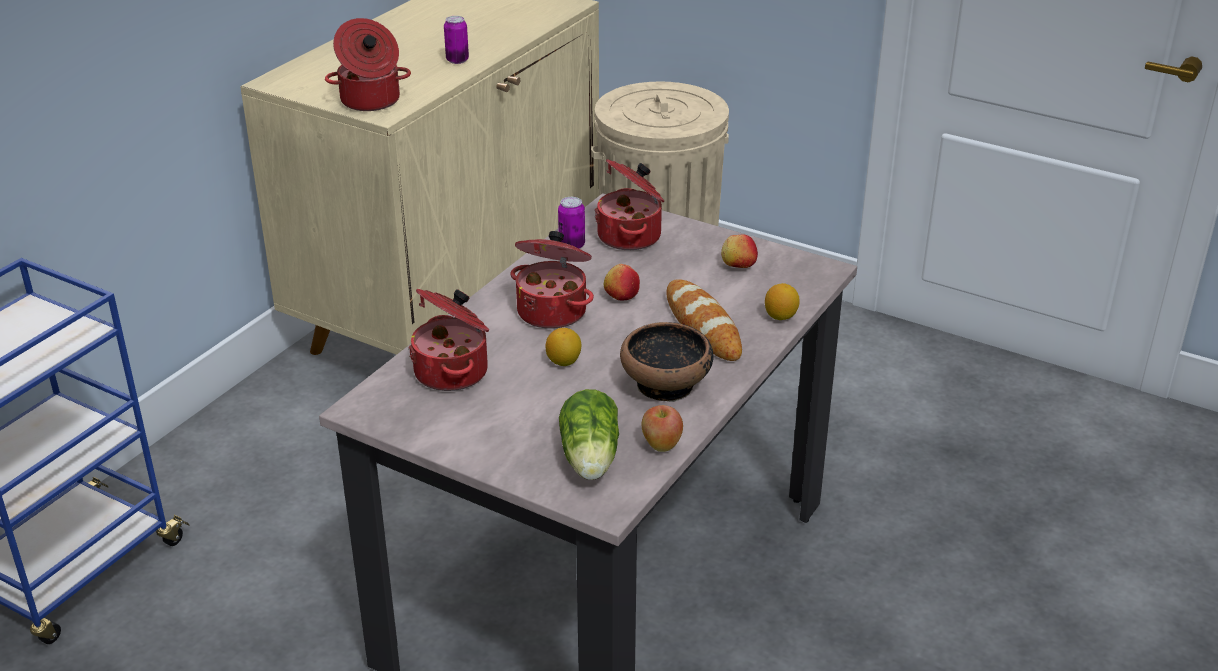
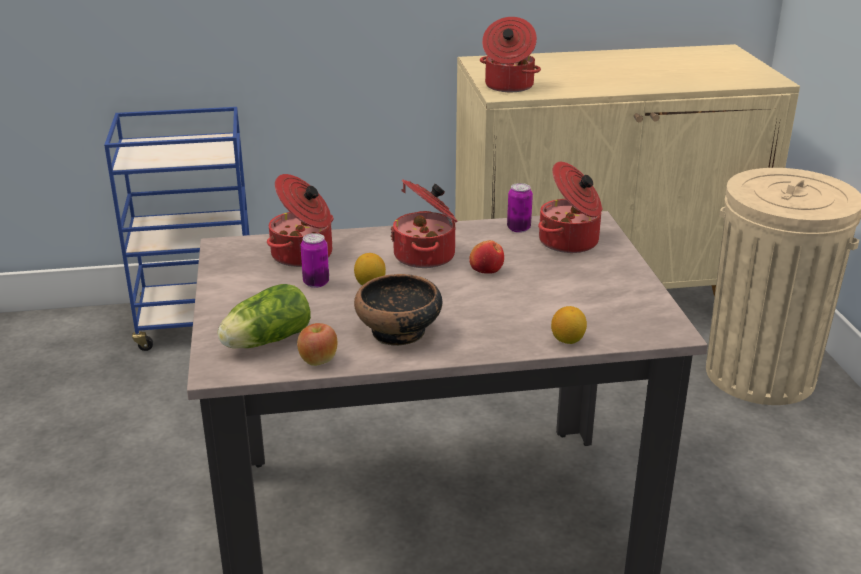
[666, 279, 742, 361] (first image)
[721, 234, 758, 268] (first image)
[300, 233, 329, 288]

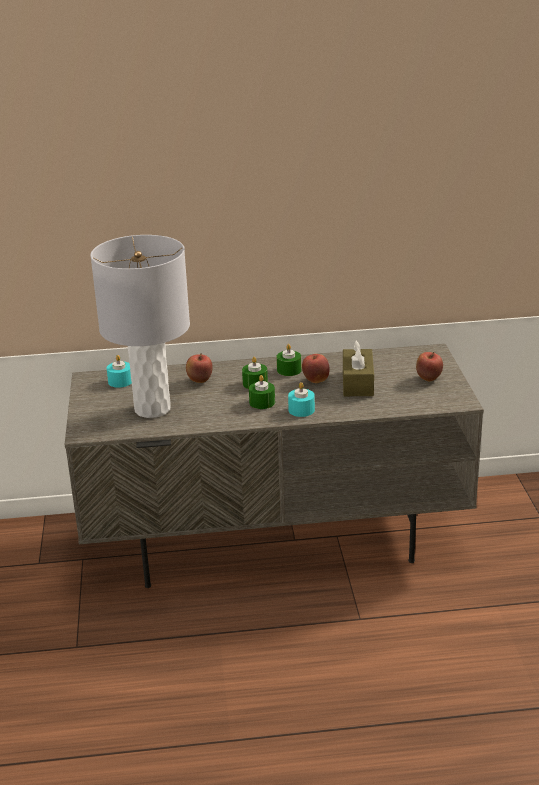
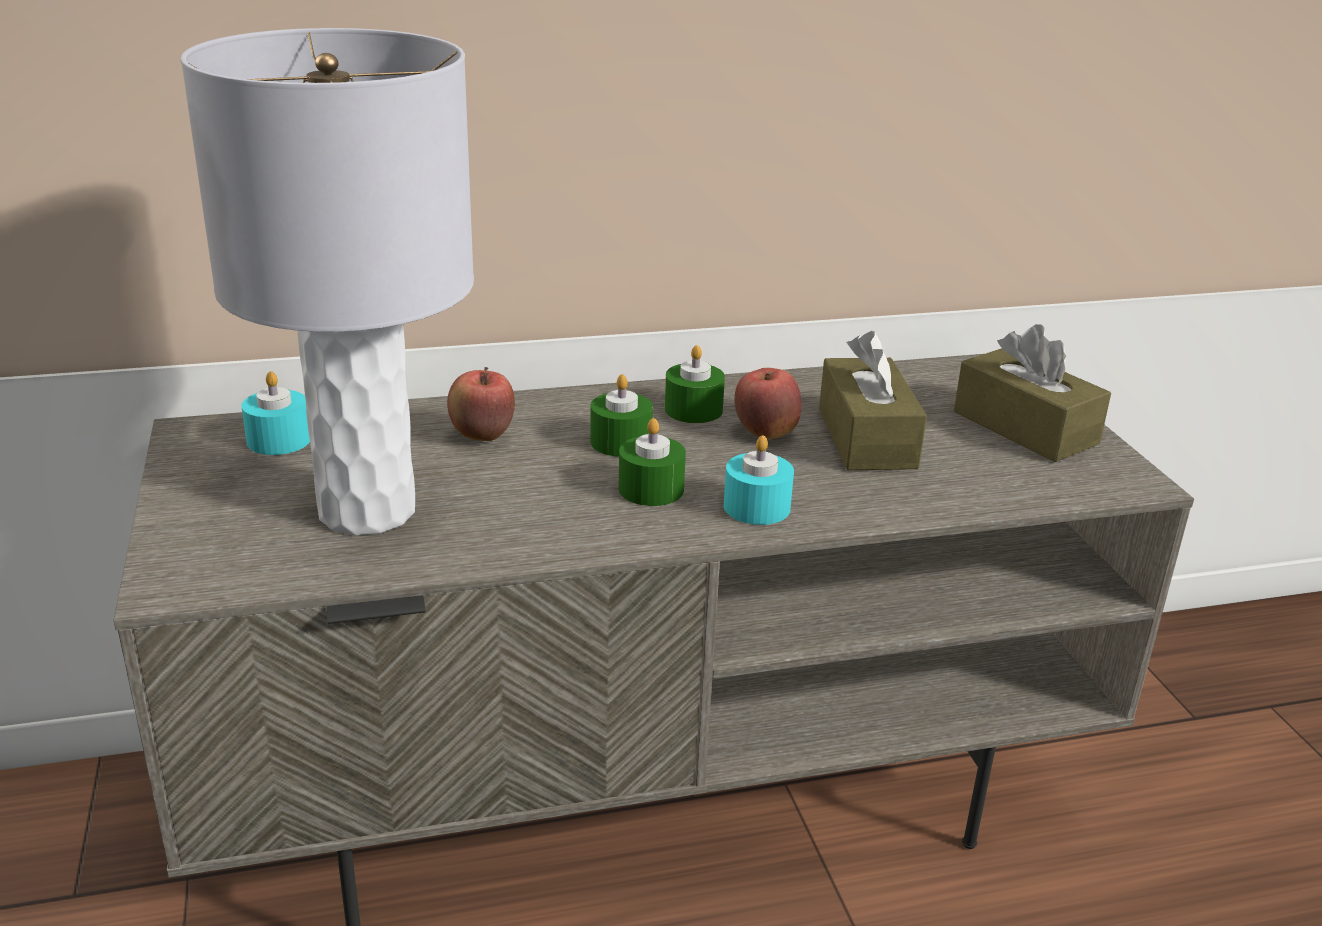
[954, 324, 1111, 462]

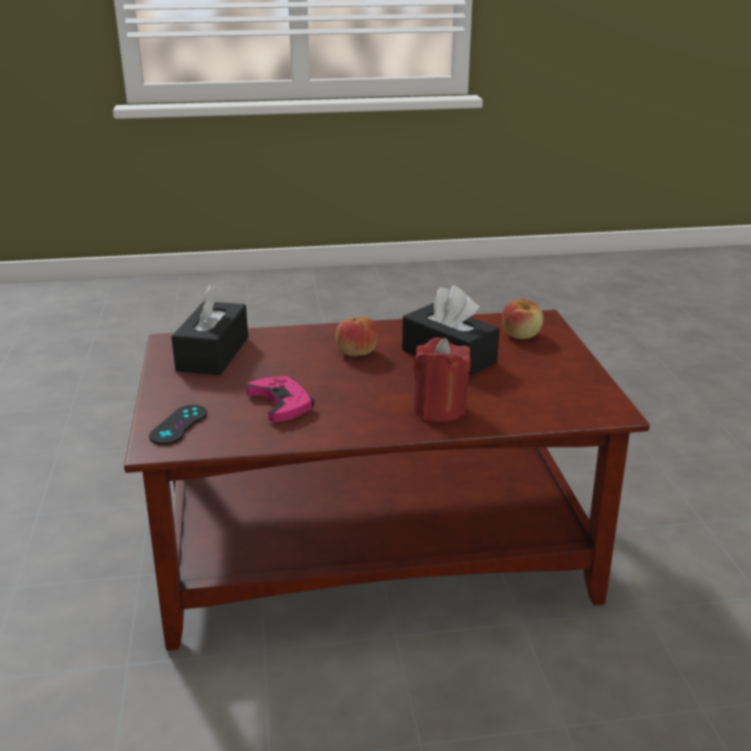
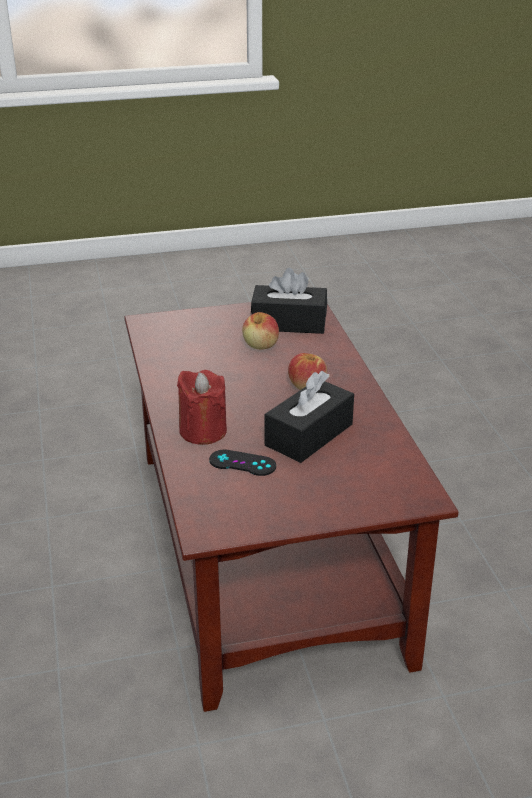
[246, 376, 314, 422] (first image)
[209, 449, 276, 476]
[242, 312, 279, 349]

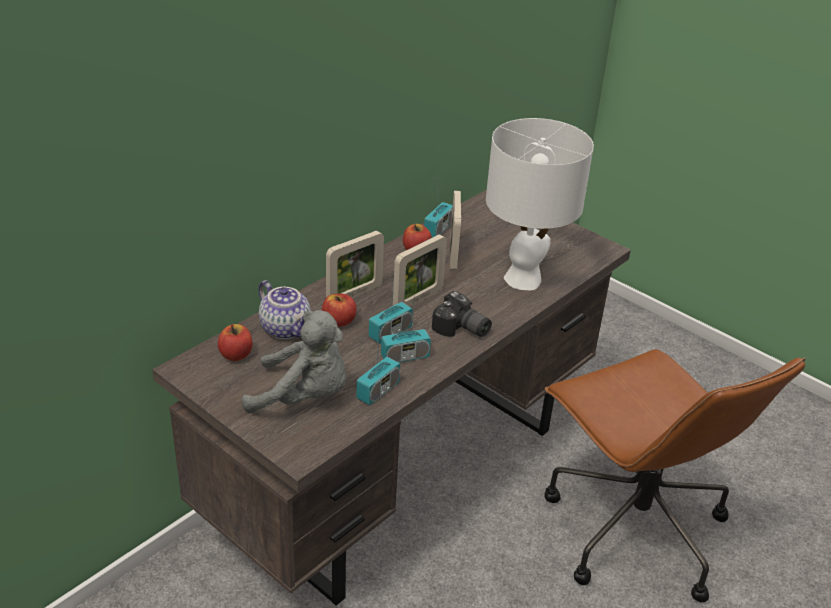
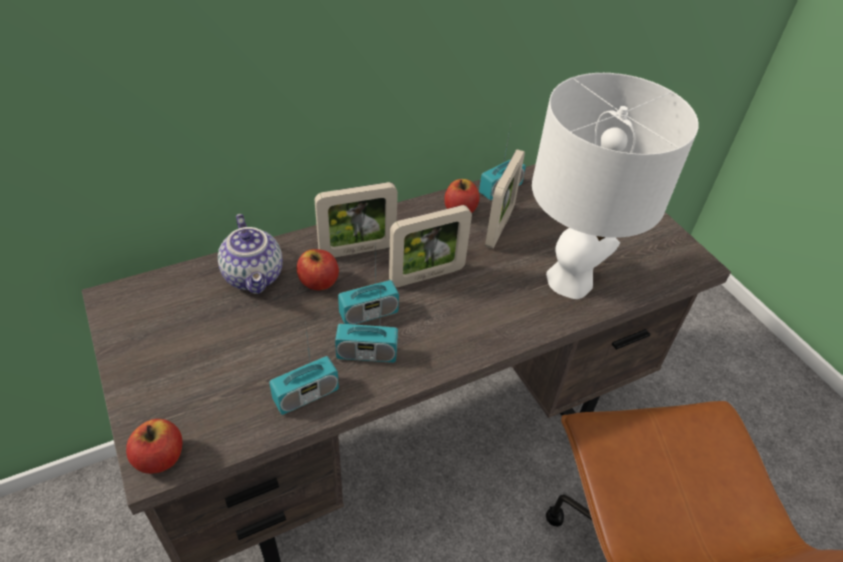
[242, 310, 346, 413] (first image)
[432, 291, 492, 337] (first image)
[126, 419, 183, 474]

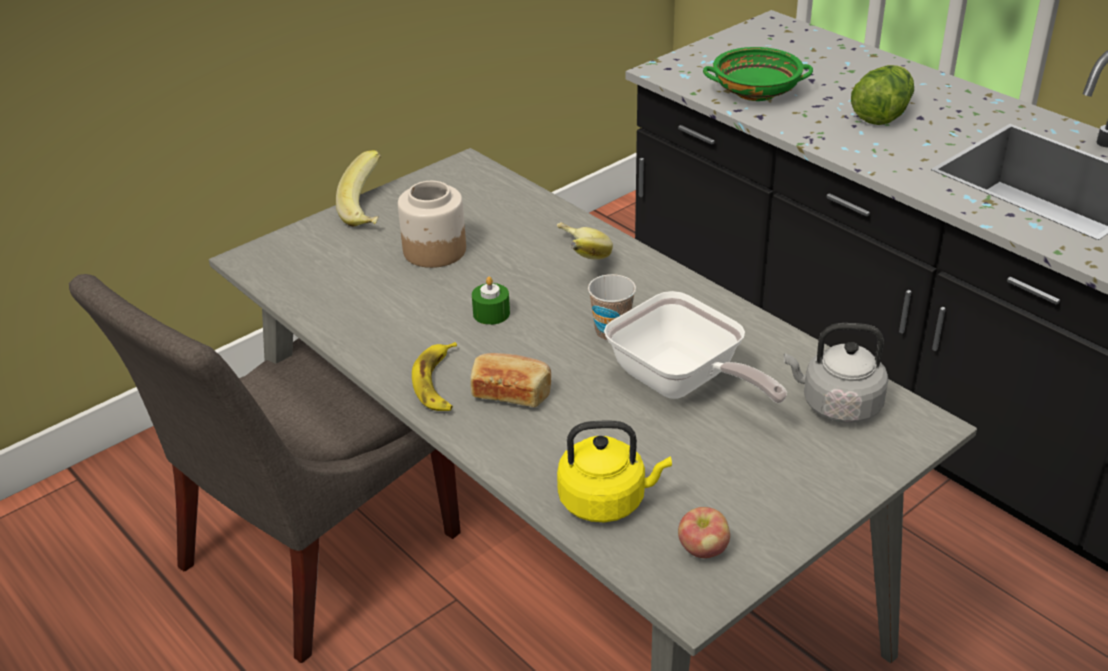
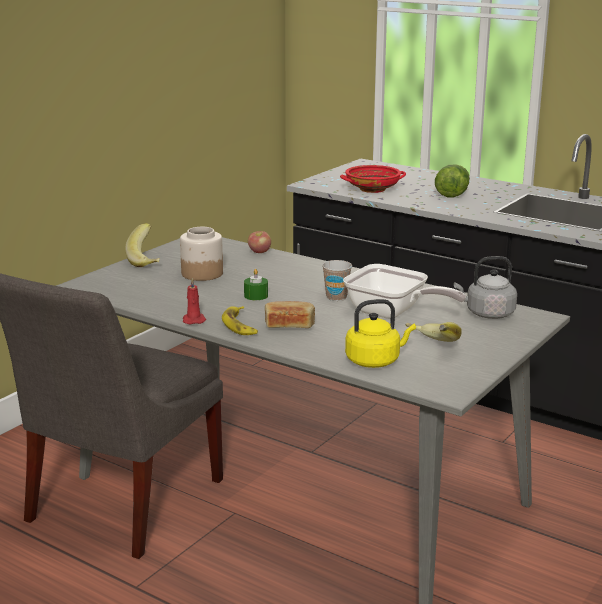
[183, 278, 206, 324]
[406, 322, 462, 342]
[248, 231, 271, 253]
[340, 165, 406, 193]

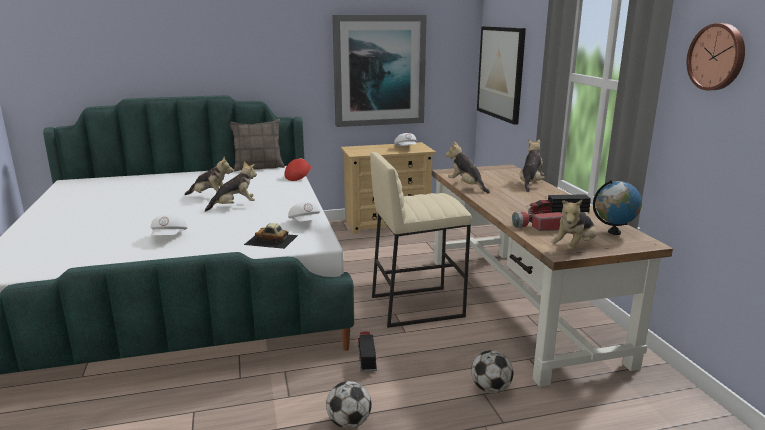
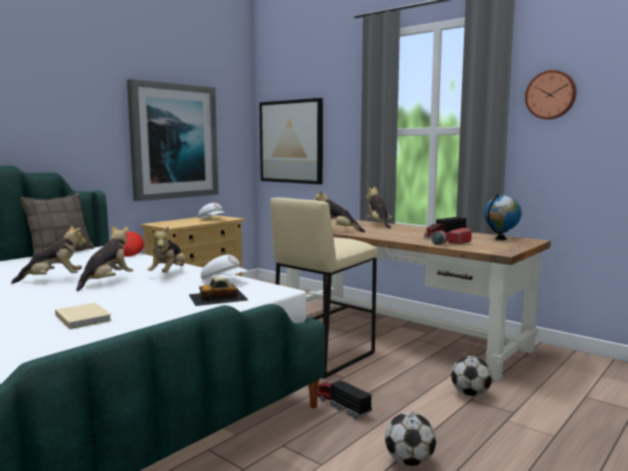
[148, 226, 186, 273]
[55, 303, 112, 329]

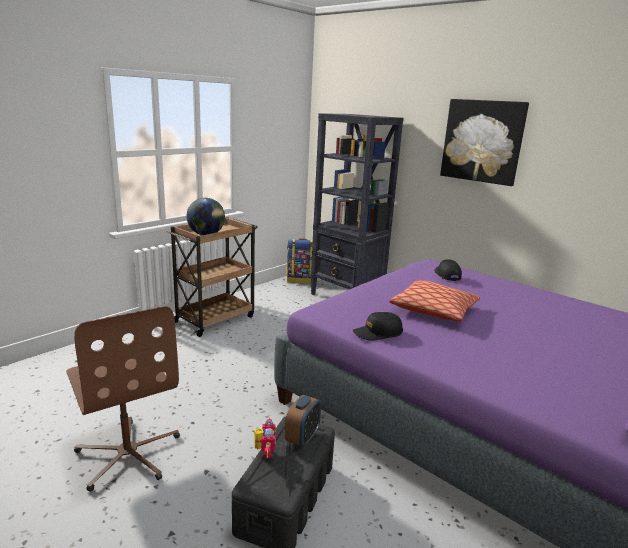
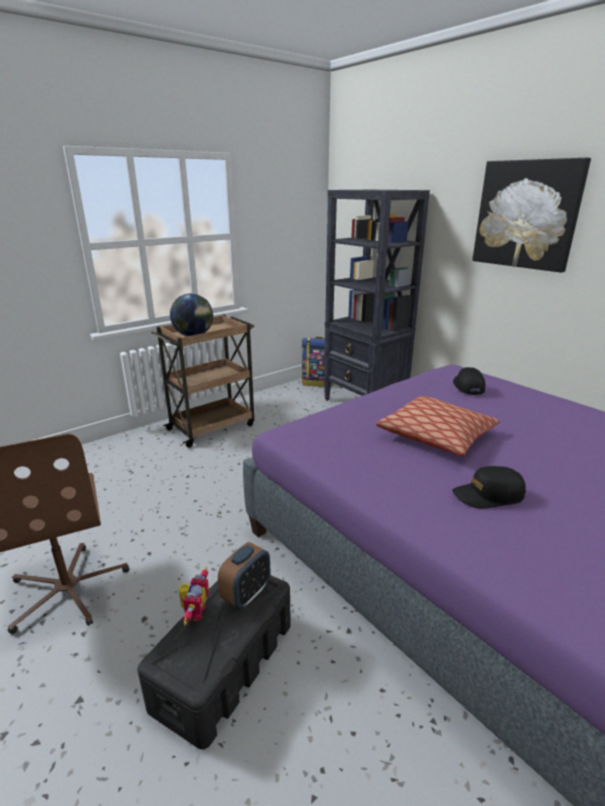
[452, 466, 526, 508]

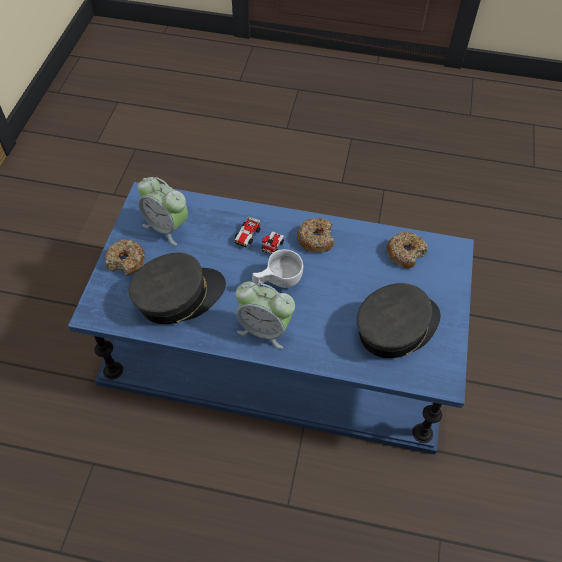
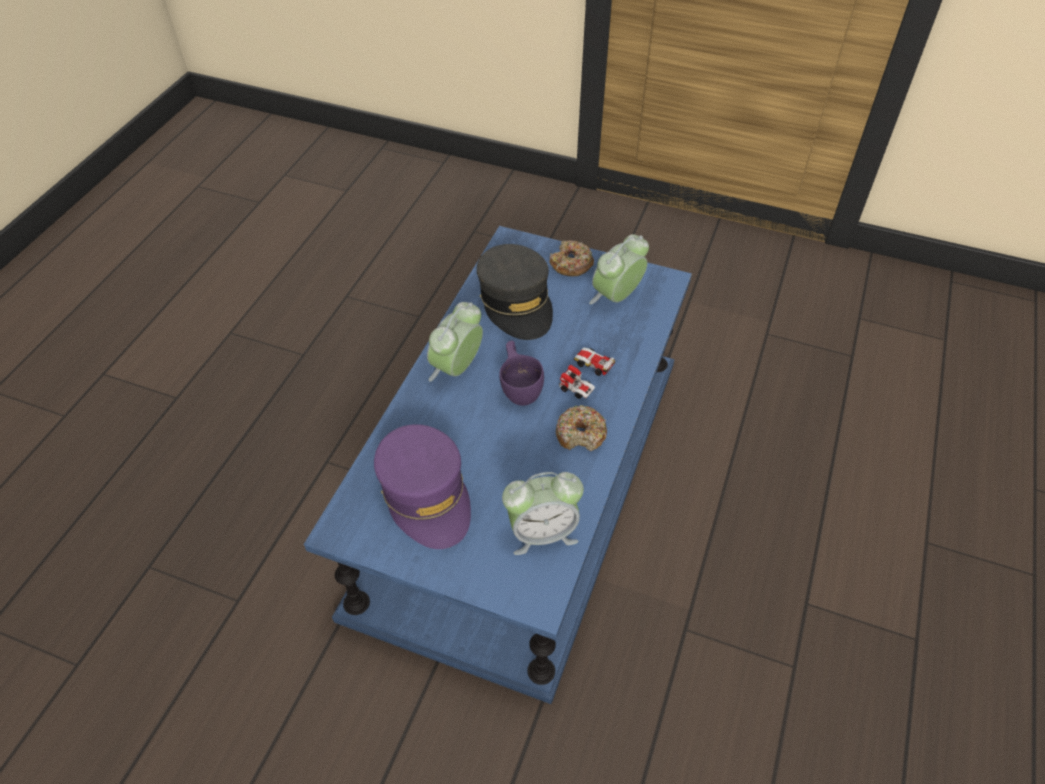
[502, 472, 584, 555]
[499, 340, 544, 406]
[374, 424, 471, 549]

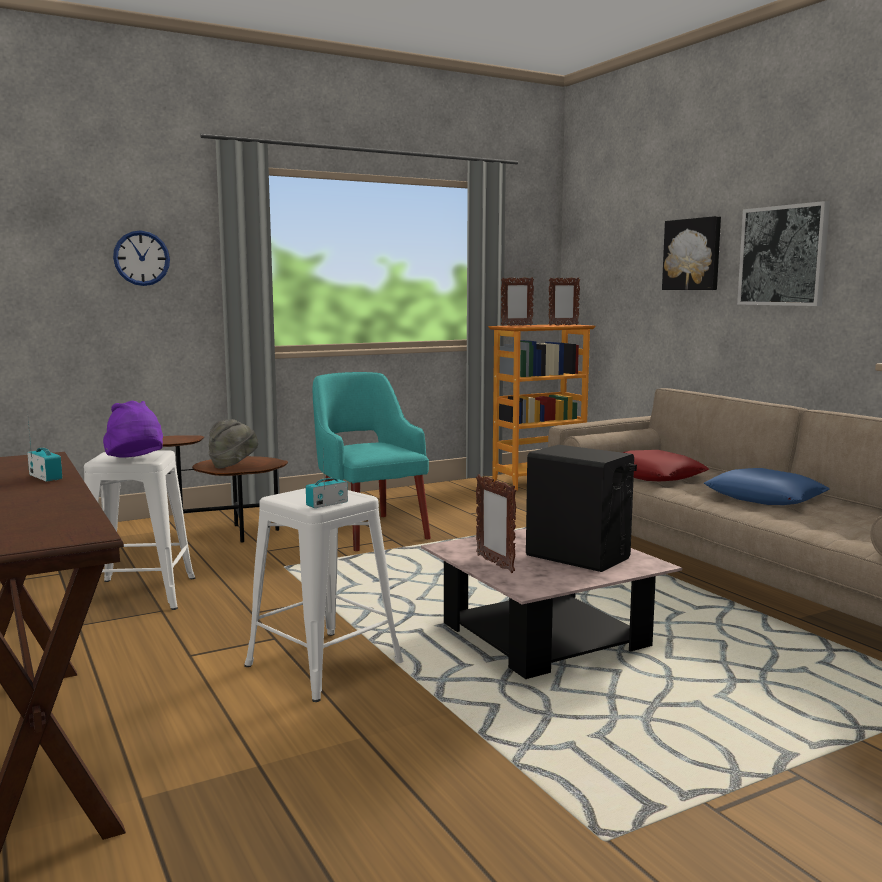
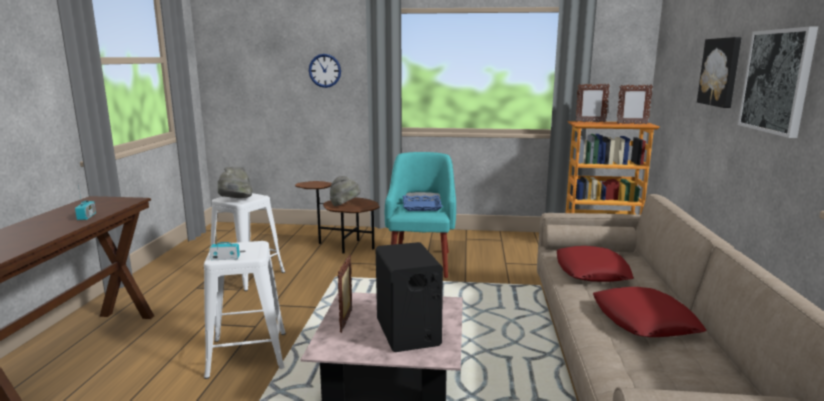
[403, 195, 443, 211]
[218, 167, 253, 198]
[593, 287, 707, 337]

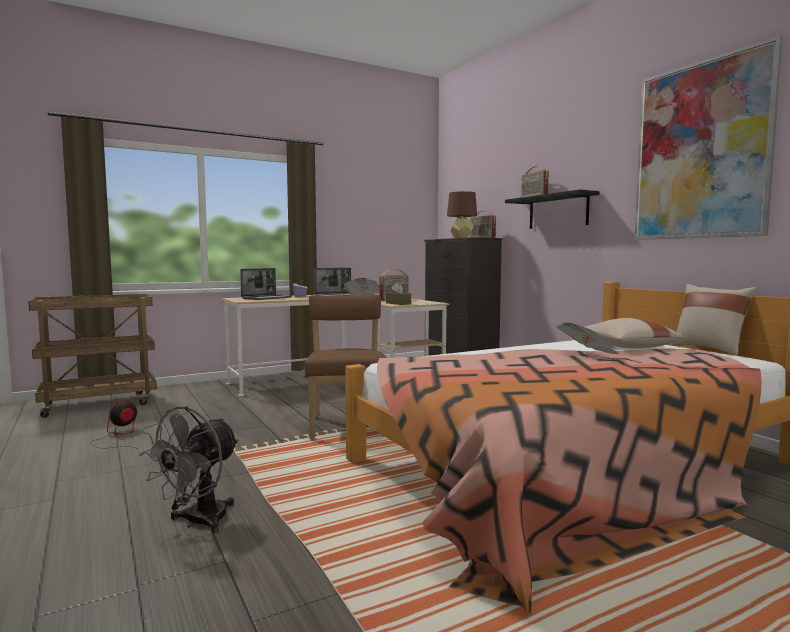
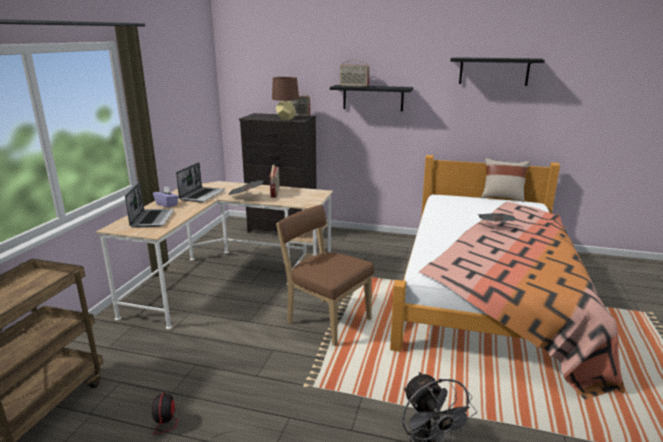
[386, 283, 411, 305] (first image)
[585, 318, 683, 349] (first image)
[450, 57, 544, 86]

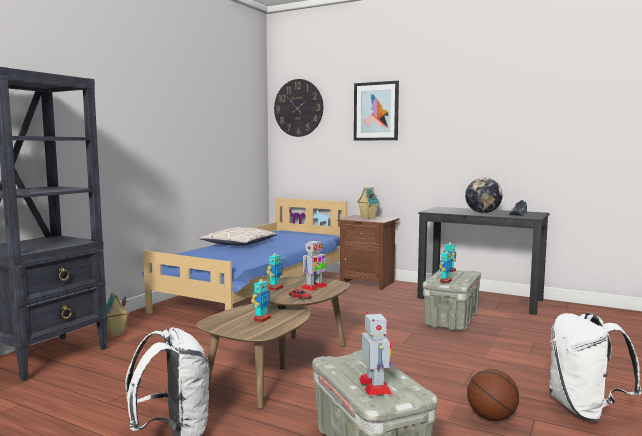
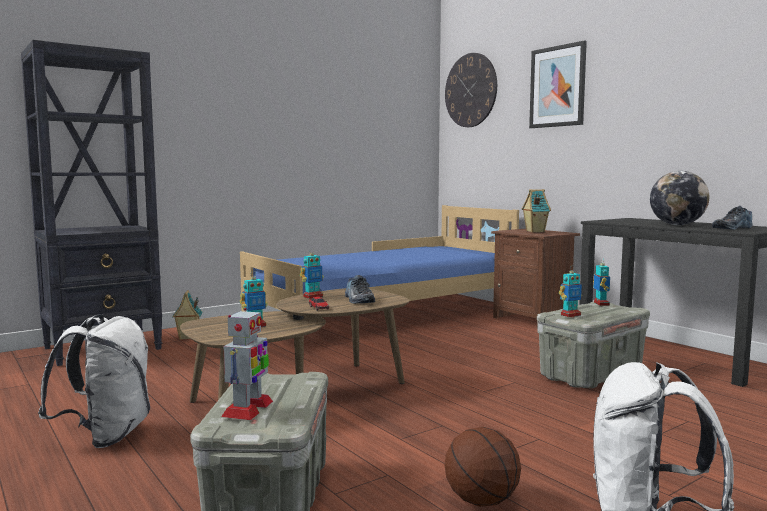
[199, 227, 277, 246] (first image)
[345, 275, 375, 304]

